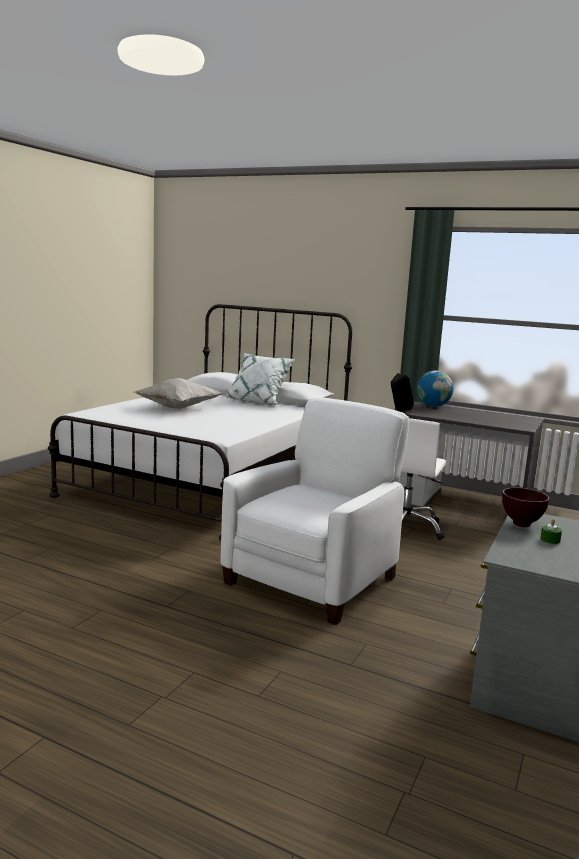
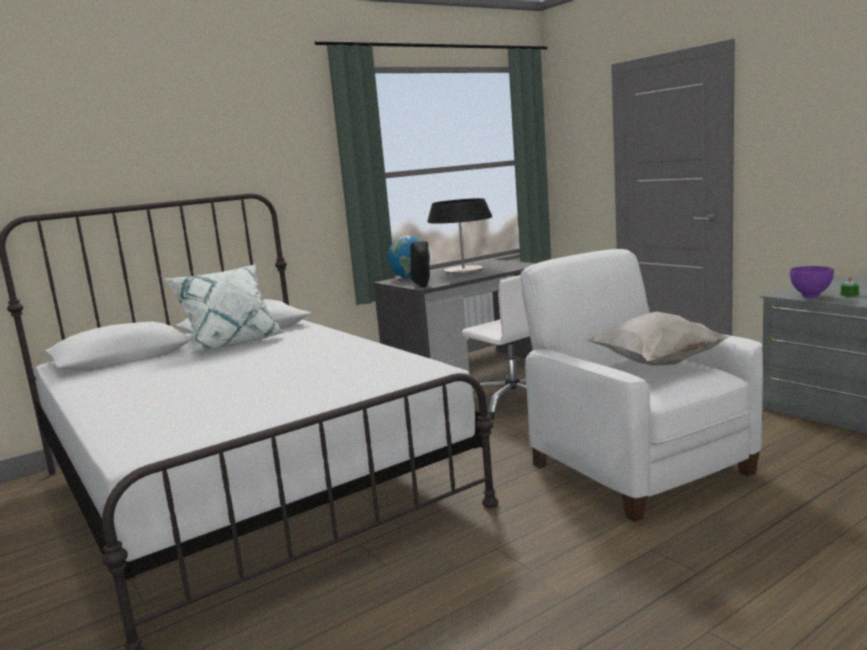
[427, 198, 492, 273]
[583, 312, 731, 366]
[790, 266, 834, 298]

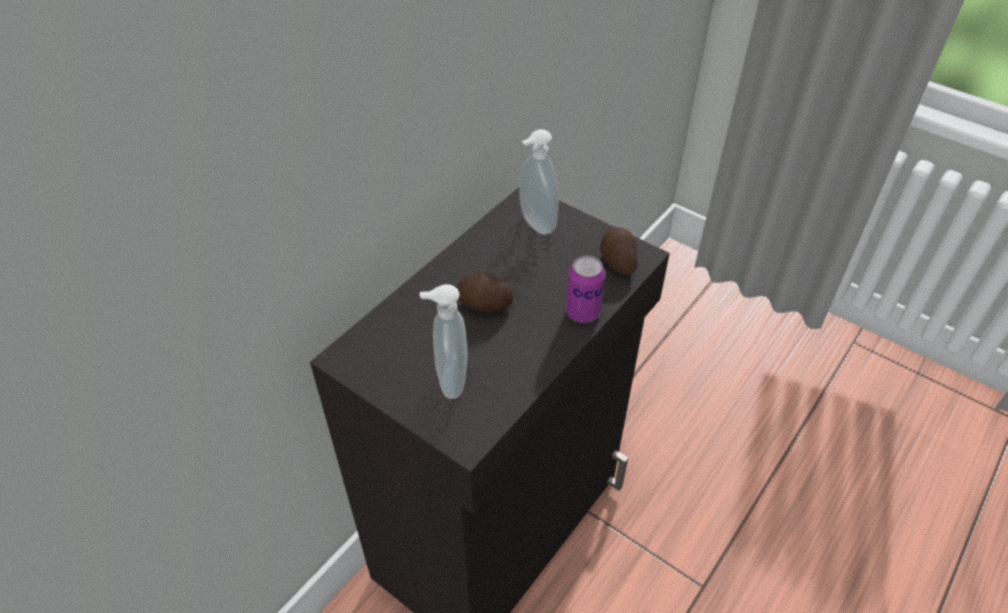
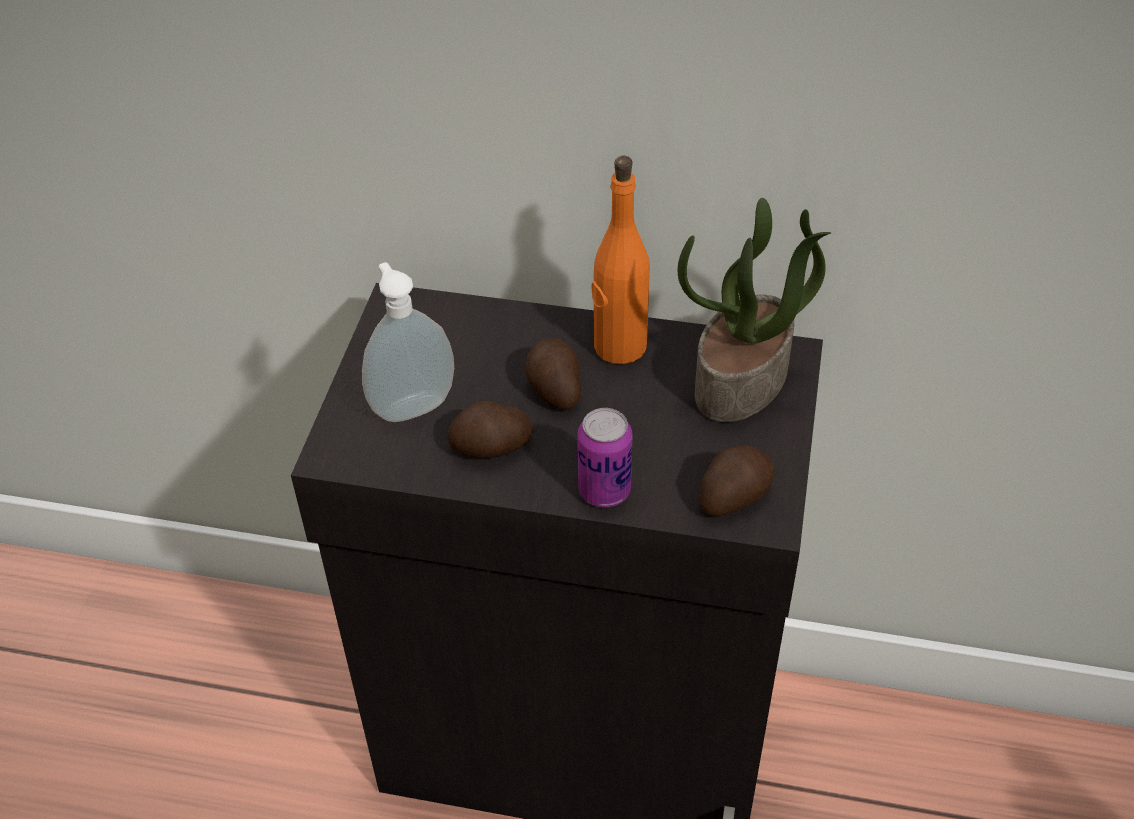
[447, 401, 533, 458]
[592, 156, 650, 364]
[677, 198, 831, 422]

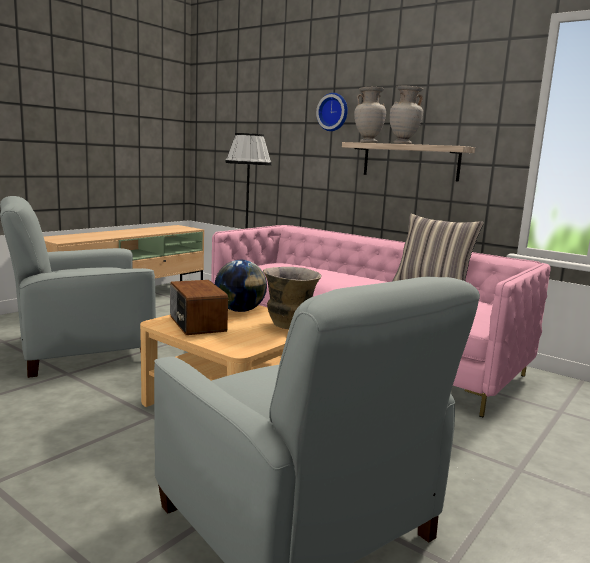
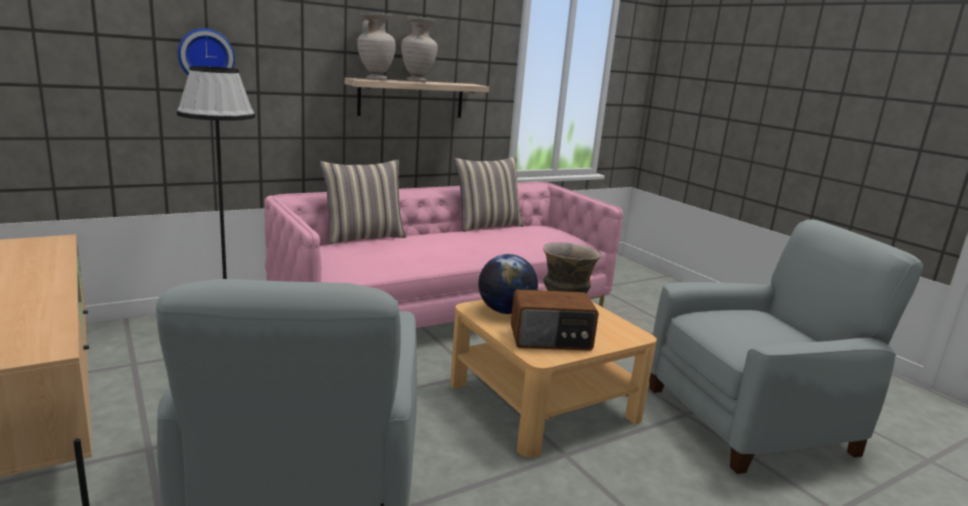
[320, 160, 406, 245]
[177, 28, 235, 75]

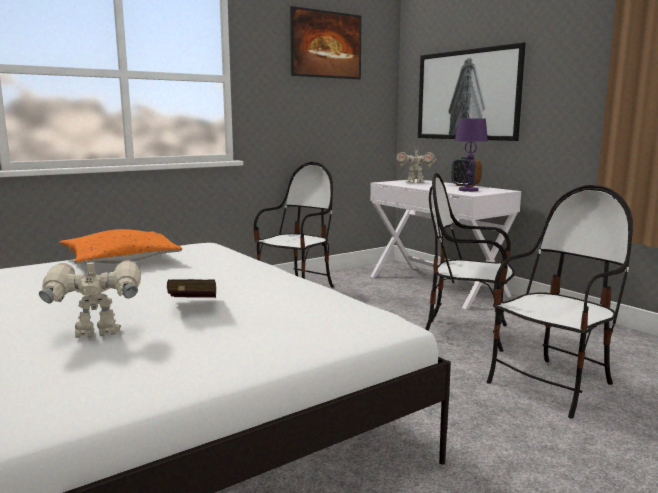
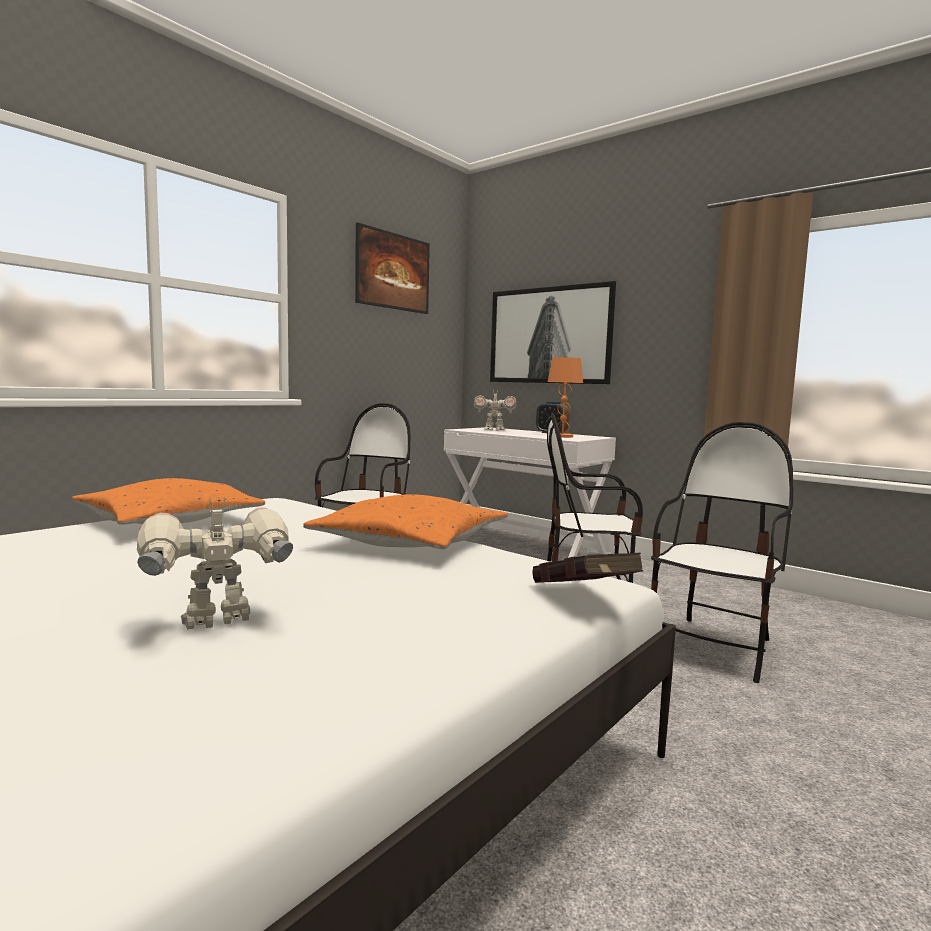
[303, 494, 508, 549]
[532, 553, 643, 583]
[548, 357, 583, 438]

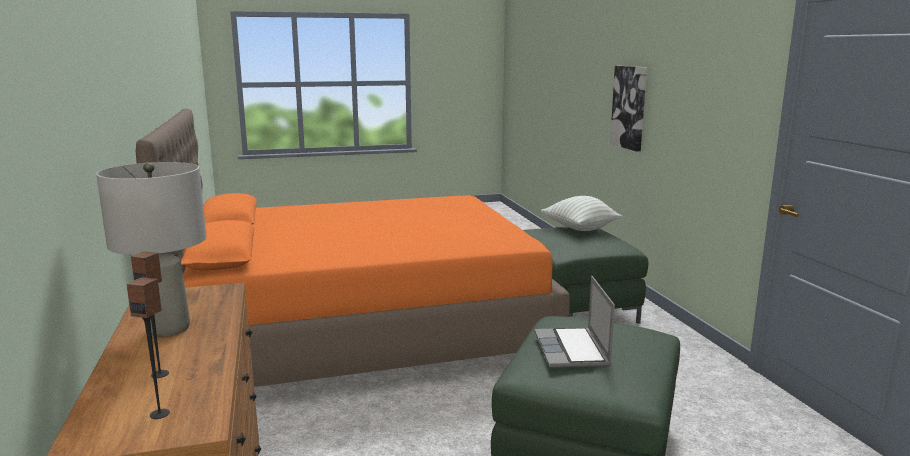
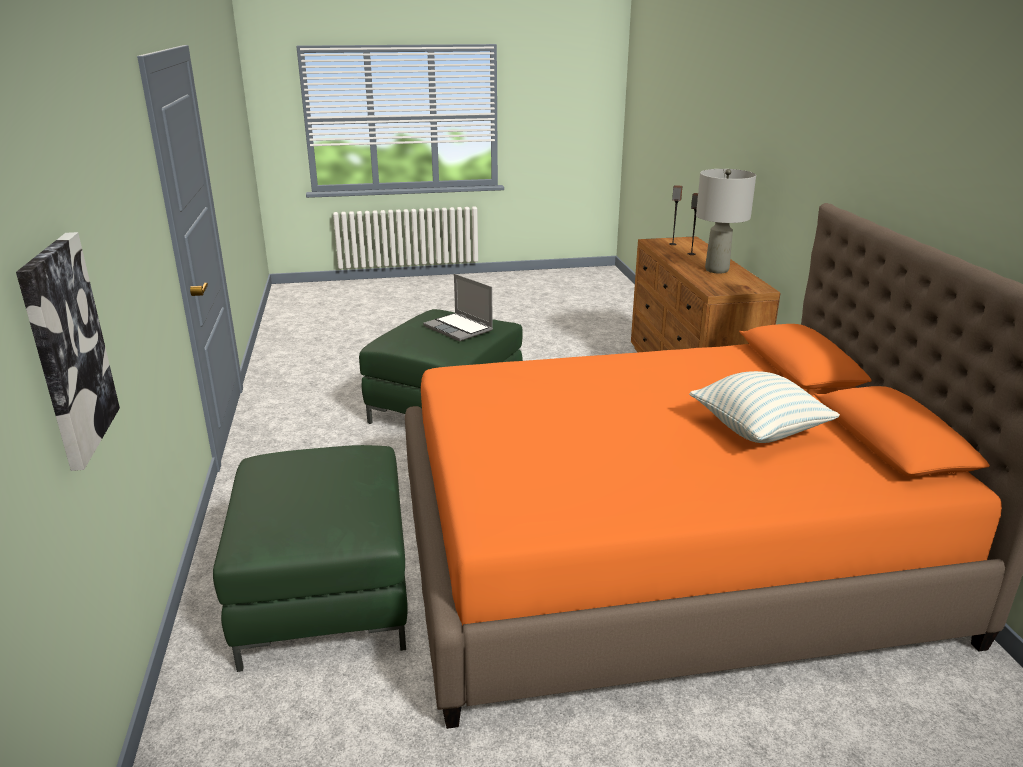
[689, 371, 840, 443]
[423, 274, 493, 342]

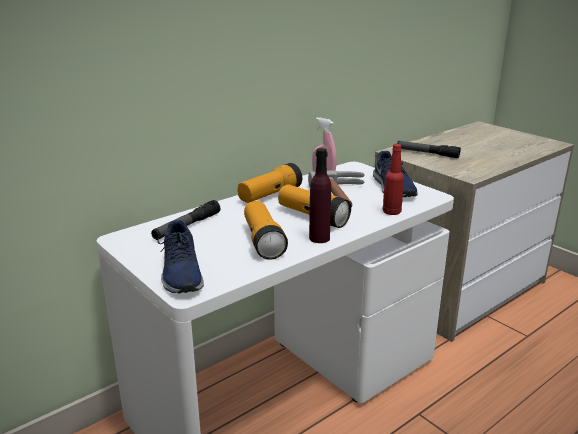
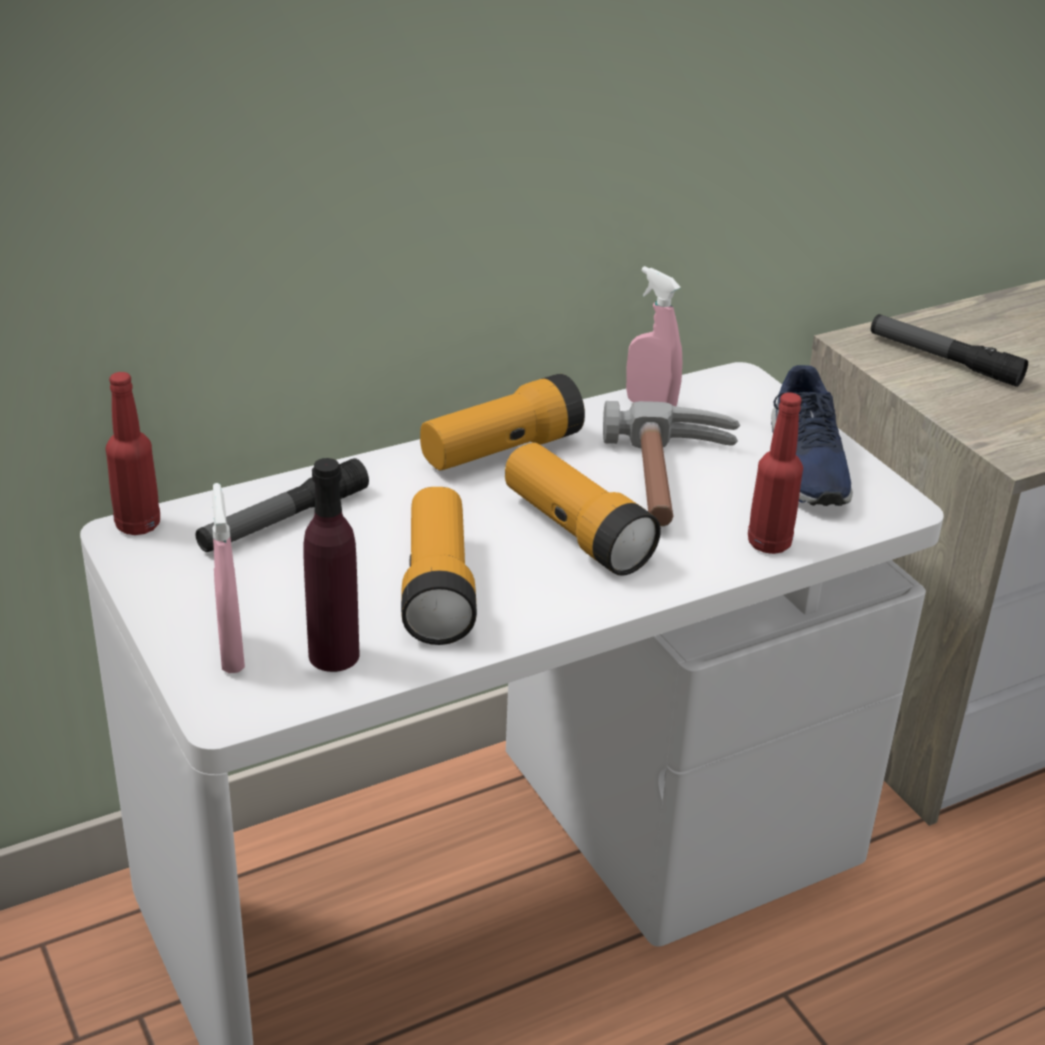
[106, 372, 160, 535]
[303, 458, 360, 672]
[212, 483, 245, 673]

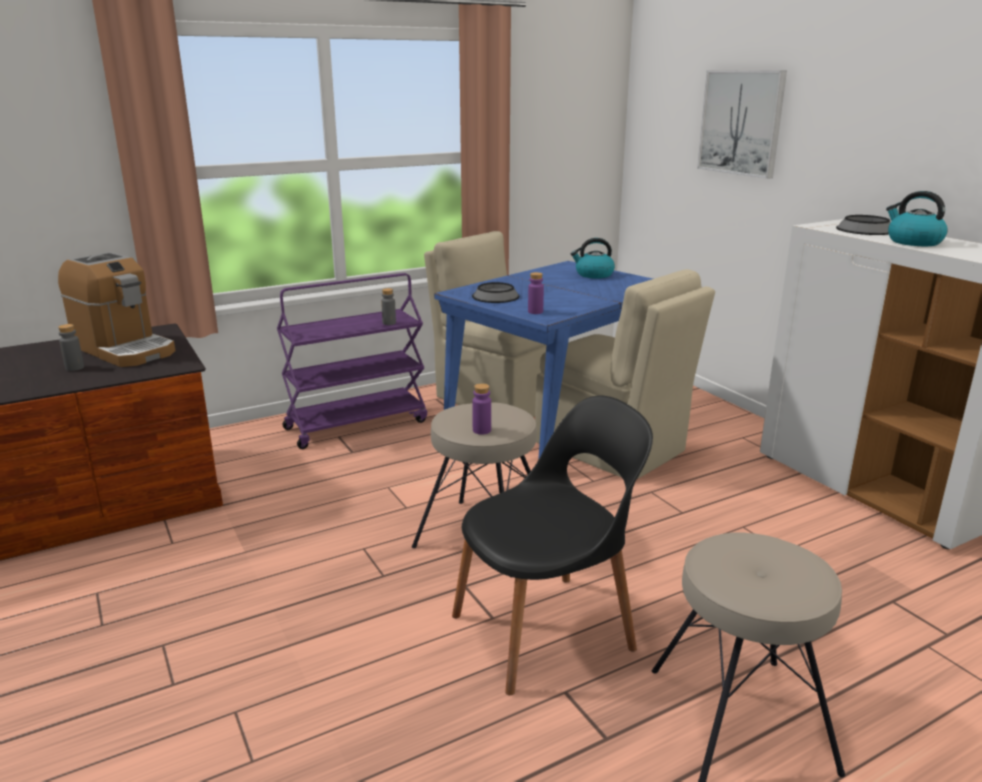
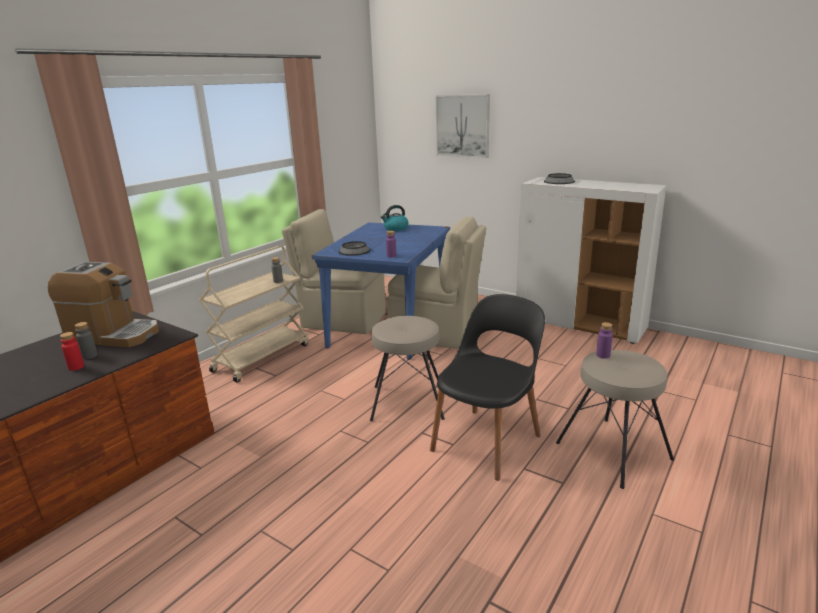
[886, 191, 948, 246] (first image)
[60, 332, 84, 371]
[596, 322, 613, 359]
[199, 245, 308, 382]

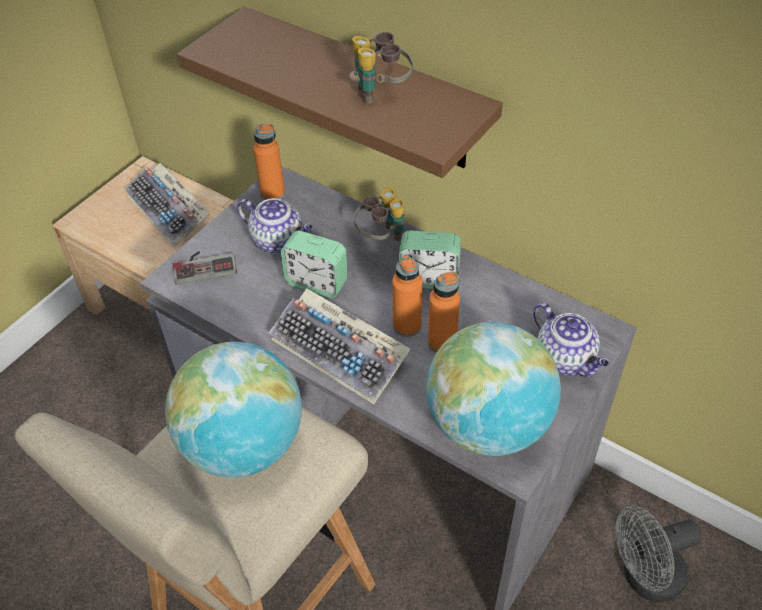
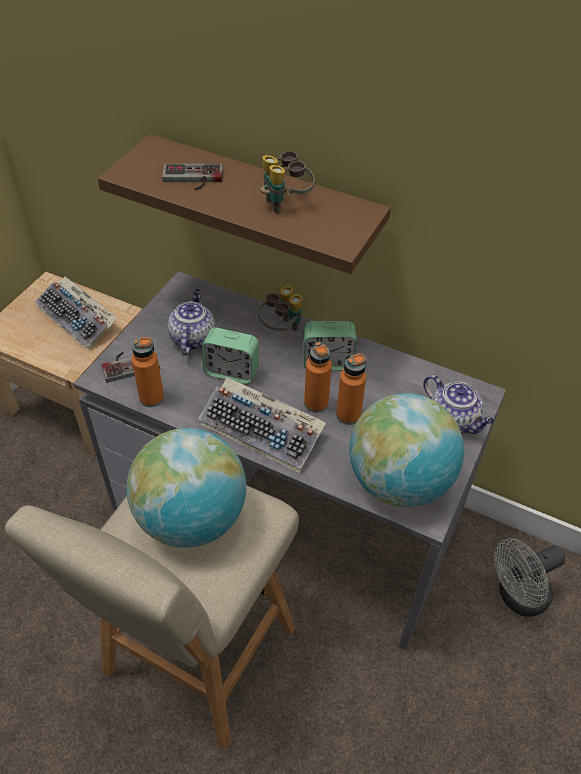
[162, 164, 223, 190]
[131, 337, 164, 407]
[167, 289, 215, 355]

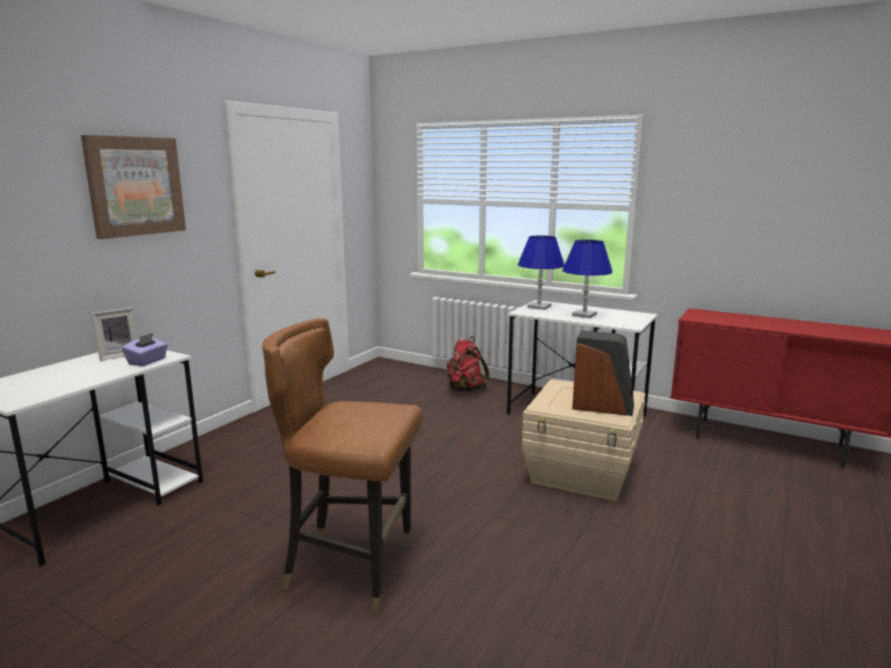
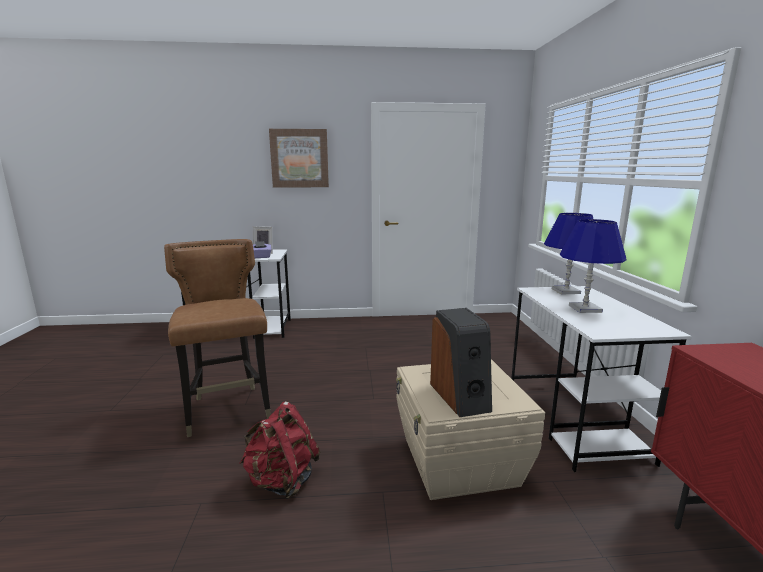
[239, 401, 320, 499]

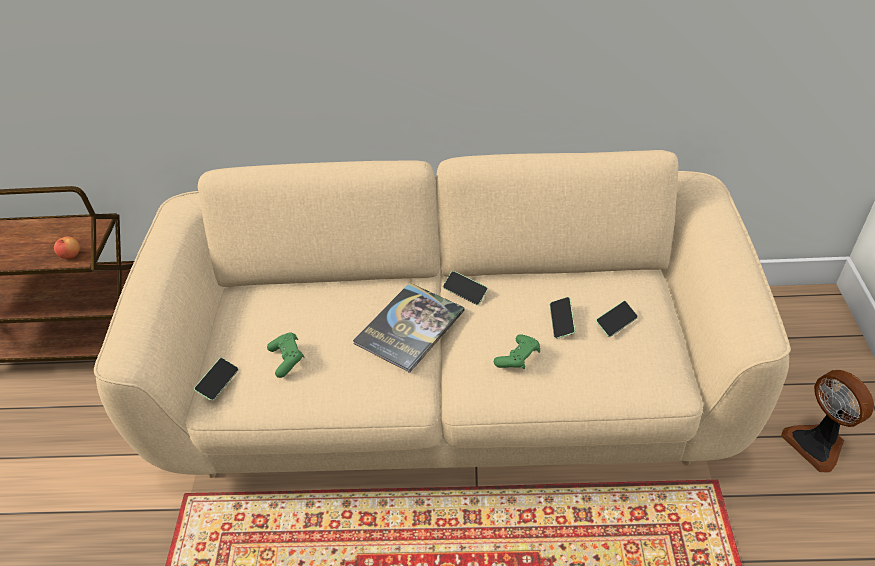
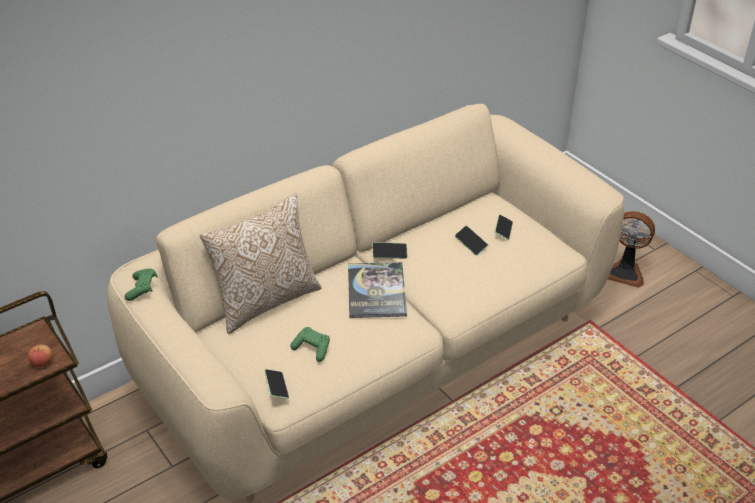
[199, 193, 321, 334]
[124, 269, 157, 301]

